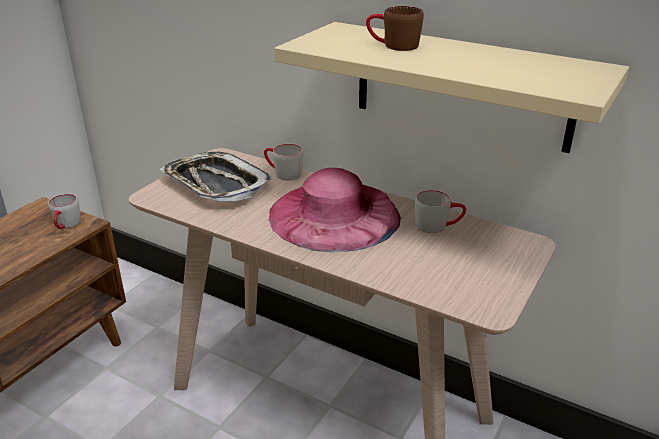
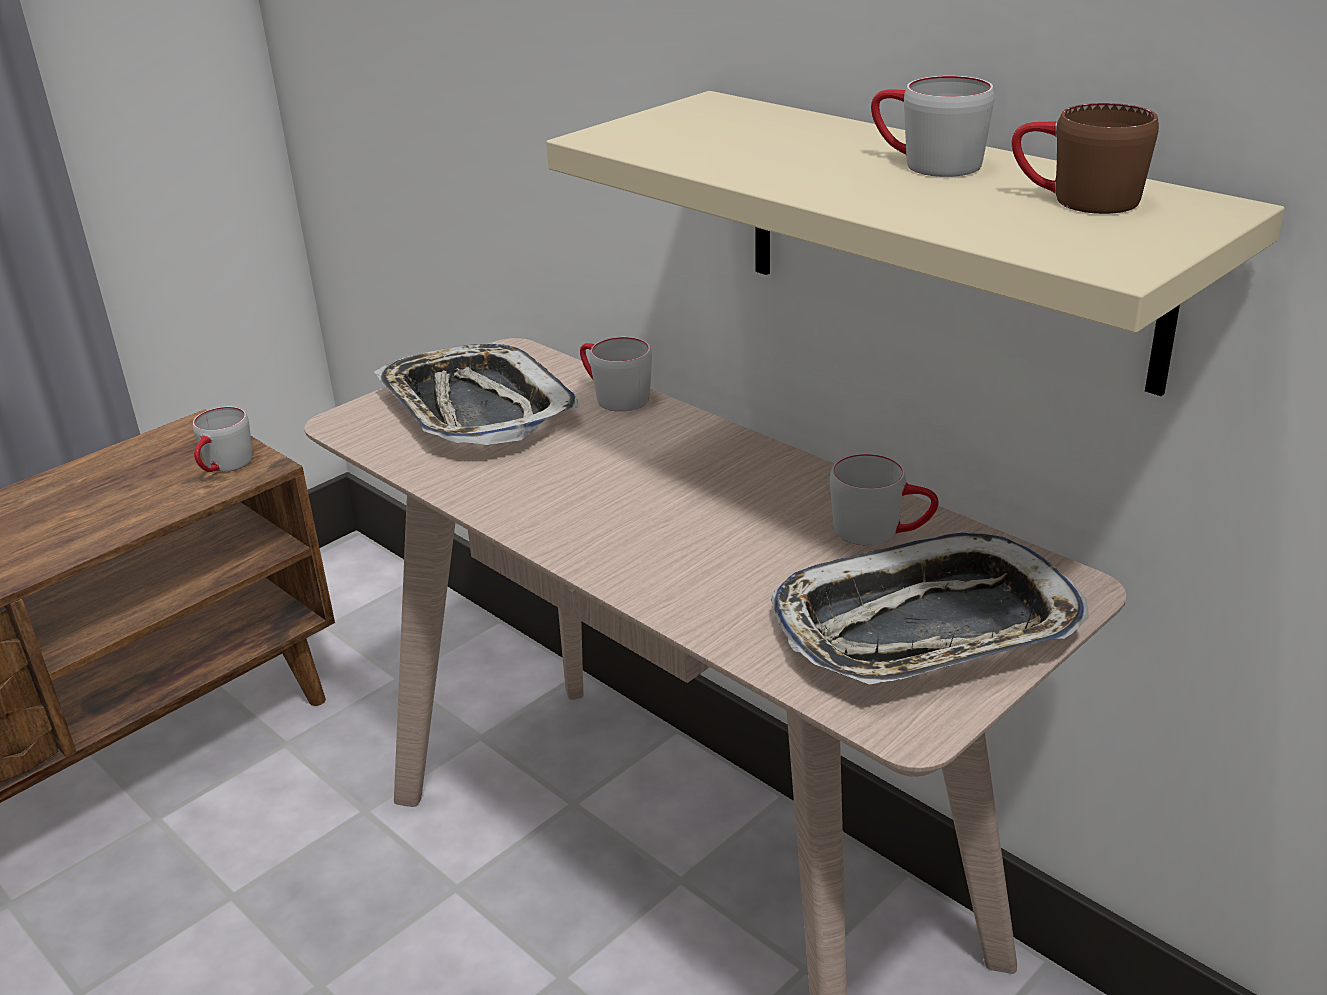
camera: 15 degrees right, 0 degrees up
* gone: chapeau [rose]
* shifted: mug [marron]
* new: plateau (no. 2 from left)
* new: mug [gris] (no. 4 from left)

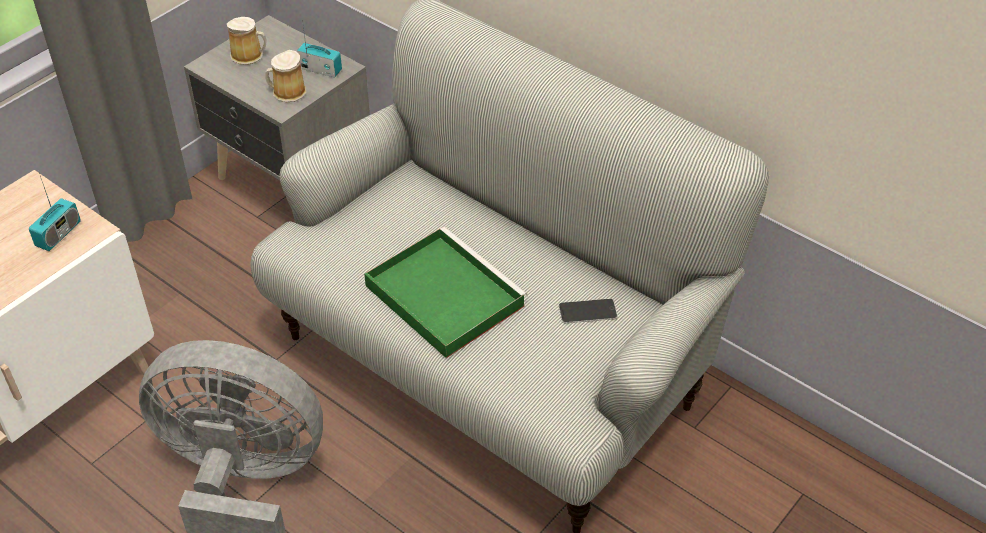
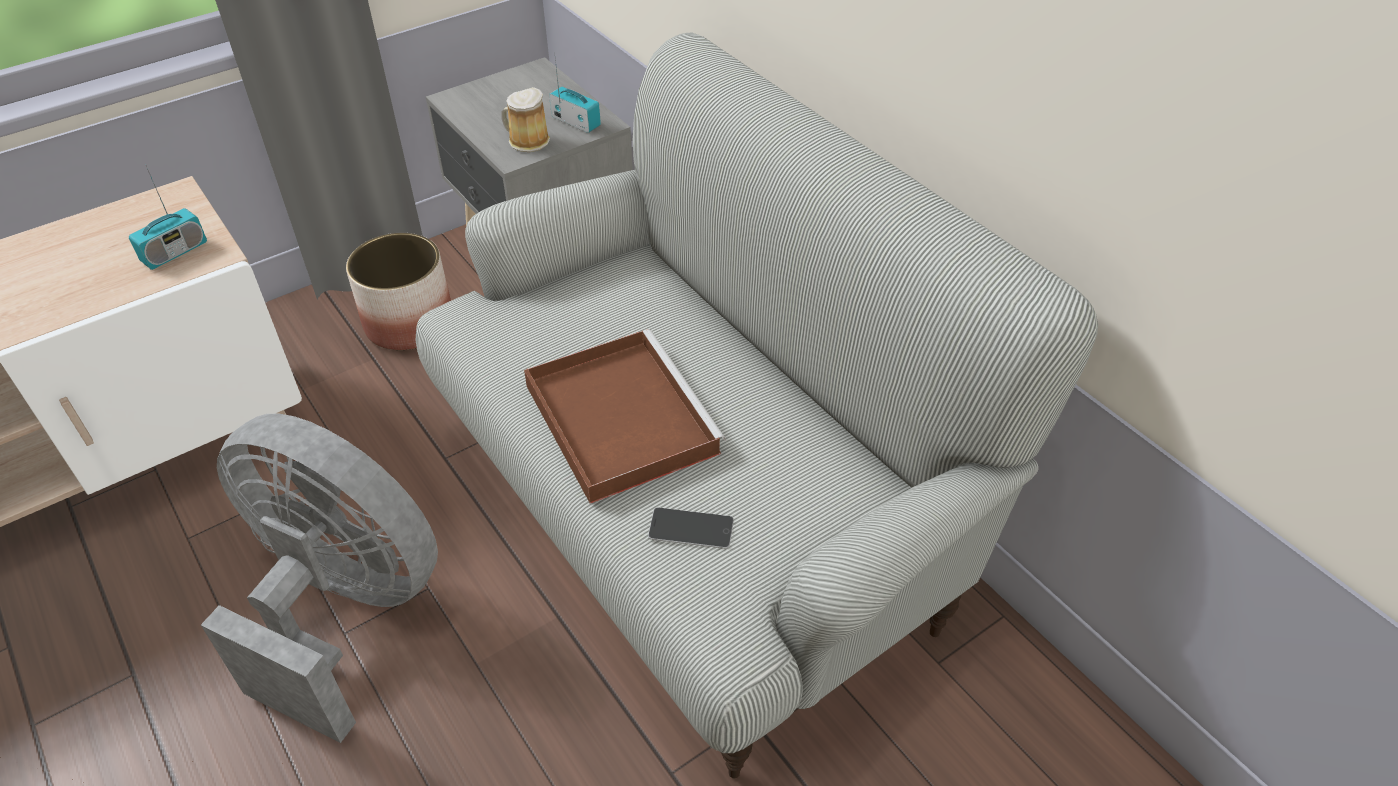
camera: 15 degrees right, 0 degrees up
* gone: mug (no. 1 from left)
* repainted: plateau [vert] to plateau [marron]
* shifted: téléphone
* new: cache-pot

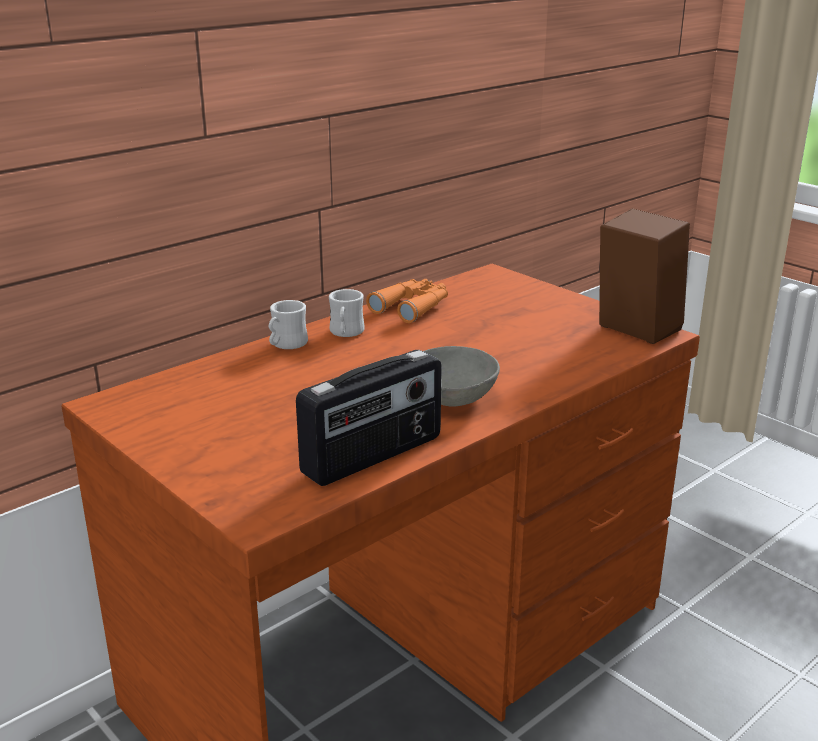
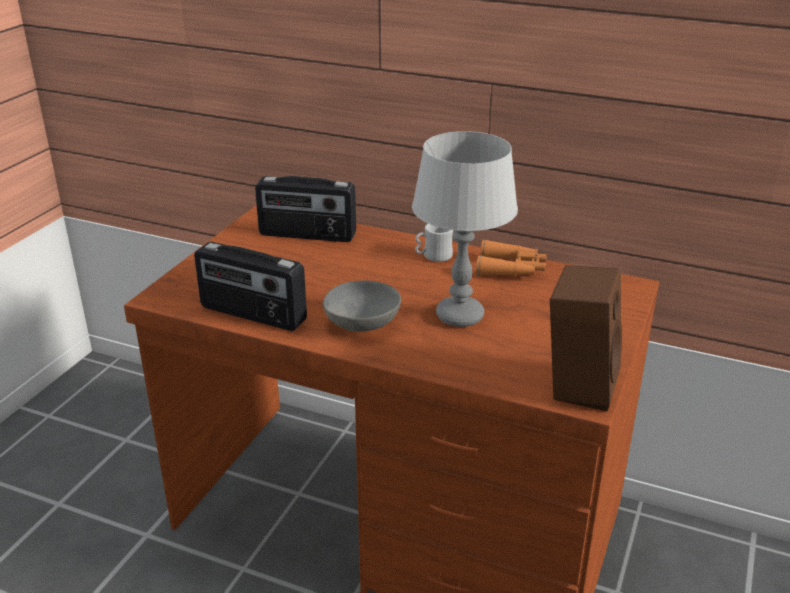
camera: 65 degrees right, 5 degrees up
* gone: mug [blanc] (no. 1 from left)
* new: radio (no. 2 from left)
* new: lampe de table [gris]

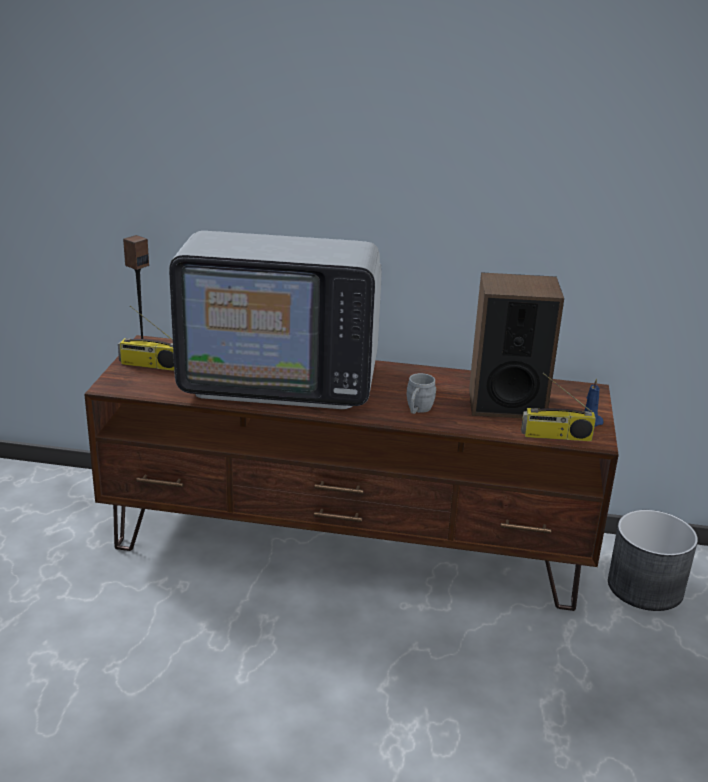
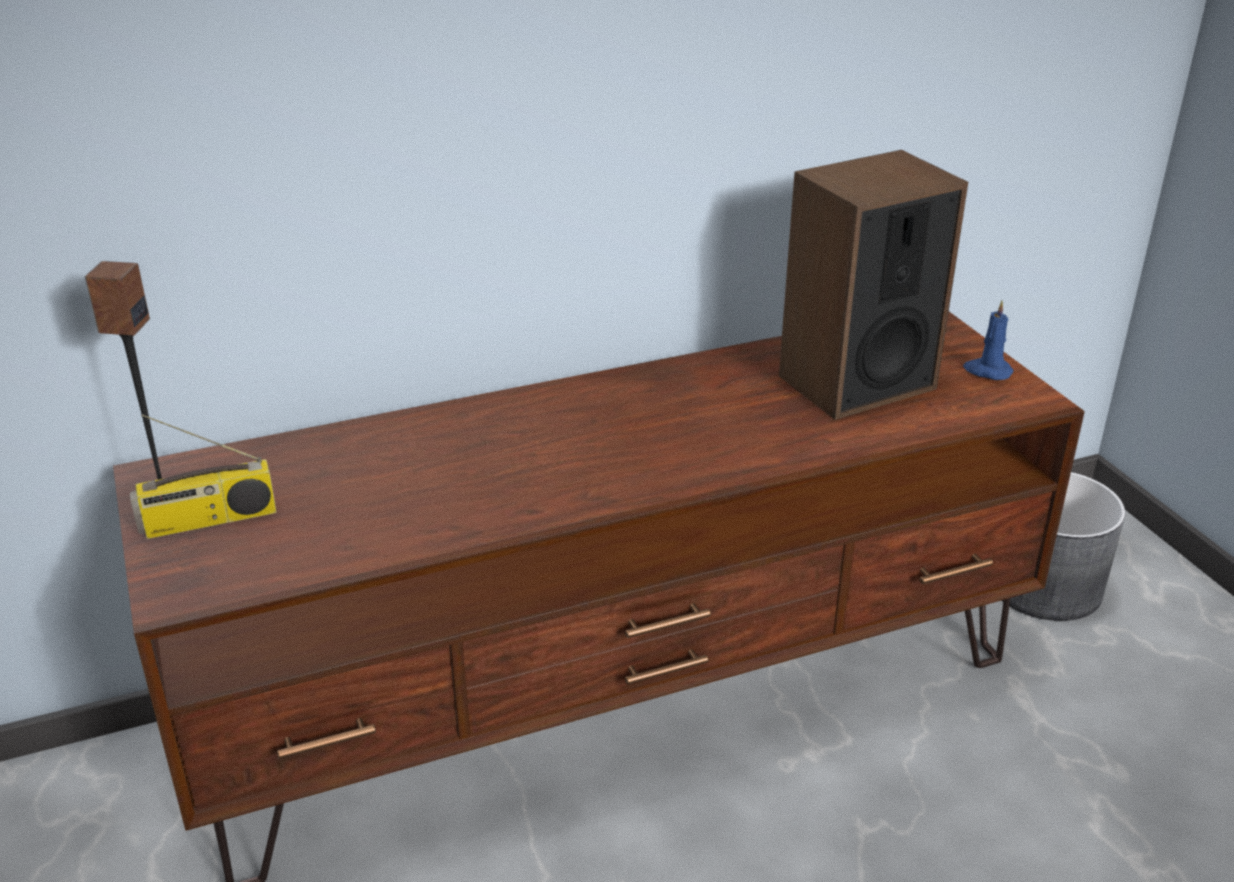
camera: 30 degrees left, 5 degrees up
* gone: téléviseur
* gone: mug [gris]
* gone: radio (no. 2 from left)

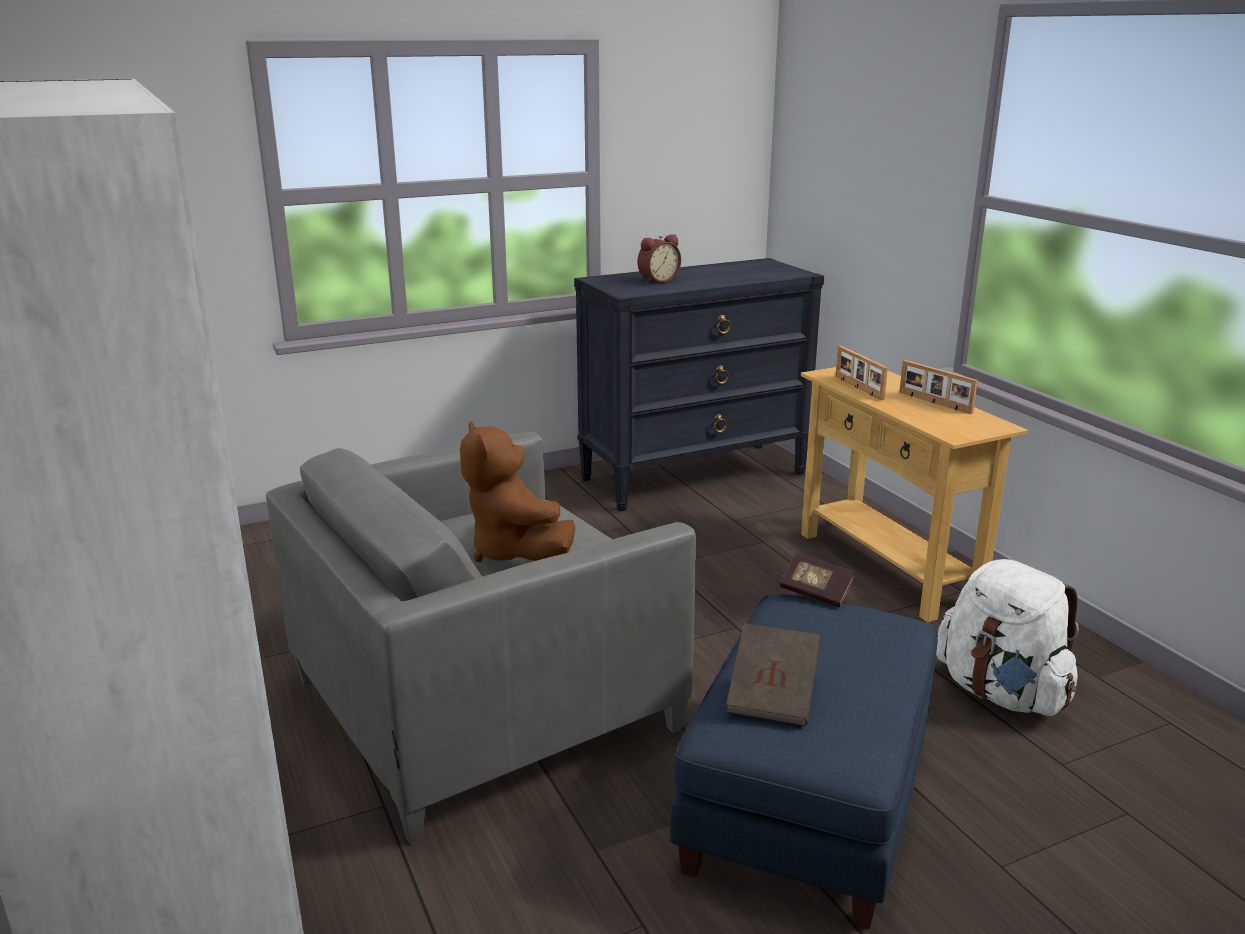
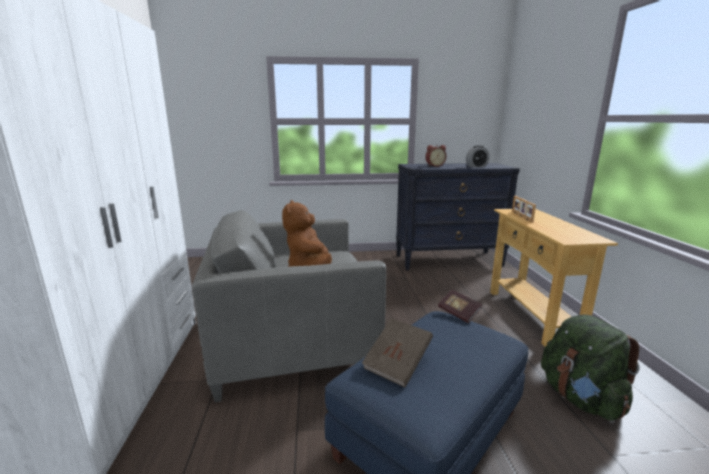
camera: 20 degrees right, 5 degrees down
* gone: cadre photo (no. 2 from left)
* repainted: sac à dos [blanc] to sac à dos [vert]
* new: réveil (no. 2 from left)

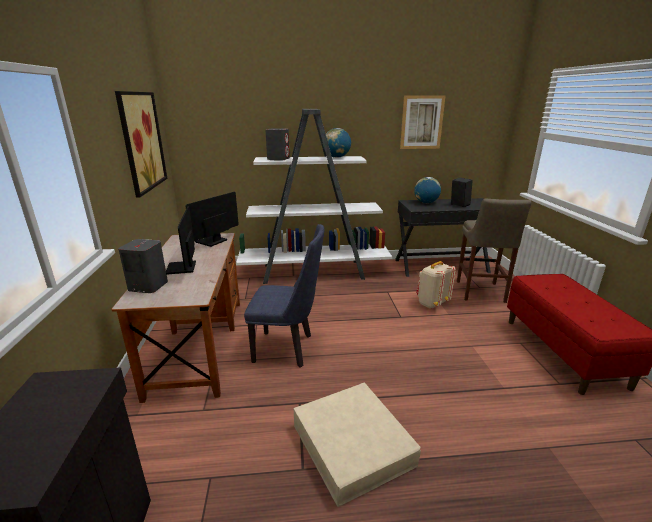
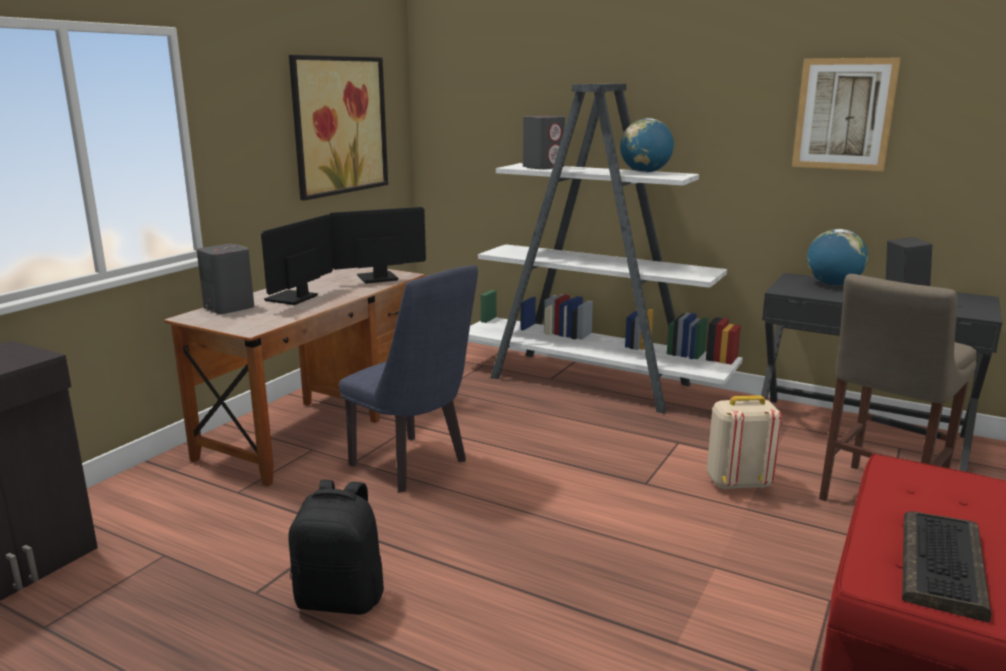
camera: 35 degrees right, 5 degrees down
* swapped: boîte de rangement [beige] to sac à dos [noir]
* new: clavier

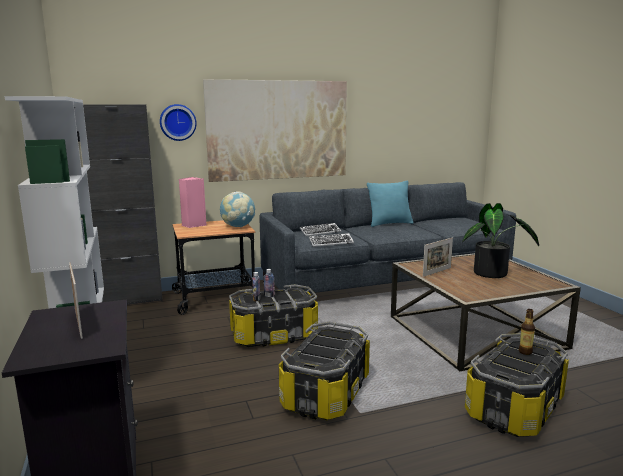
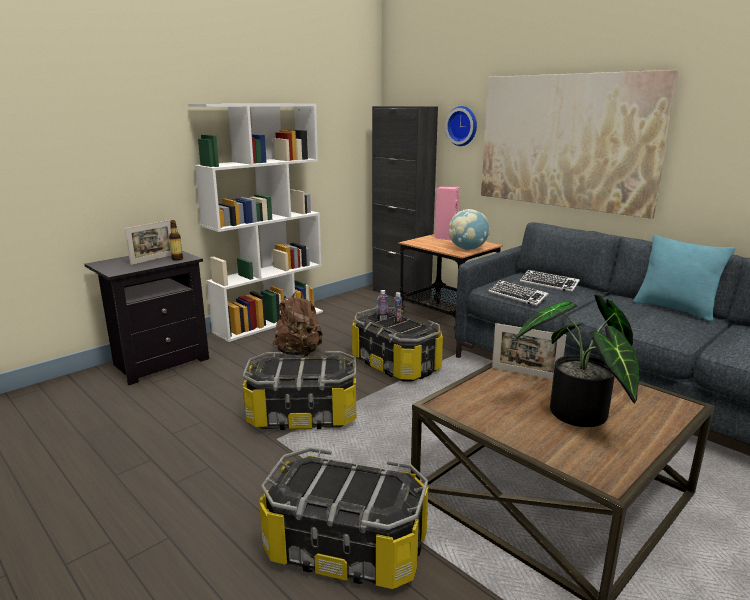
camera: 65 degrees right, 5 degrees up
* shifted: bouteille (no. 3 from left in the first image) to bouteille (no. 1 from left)
* new: sac à dos [marron]

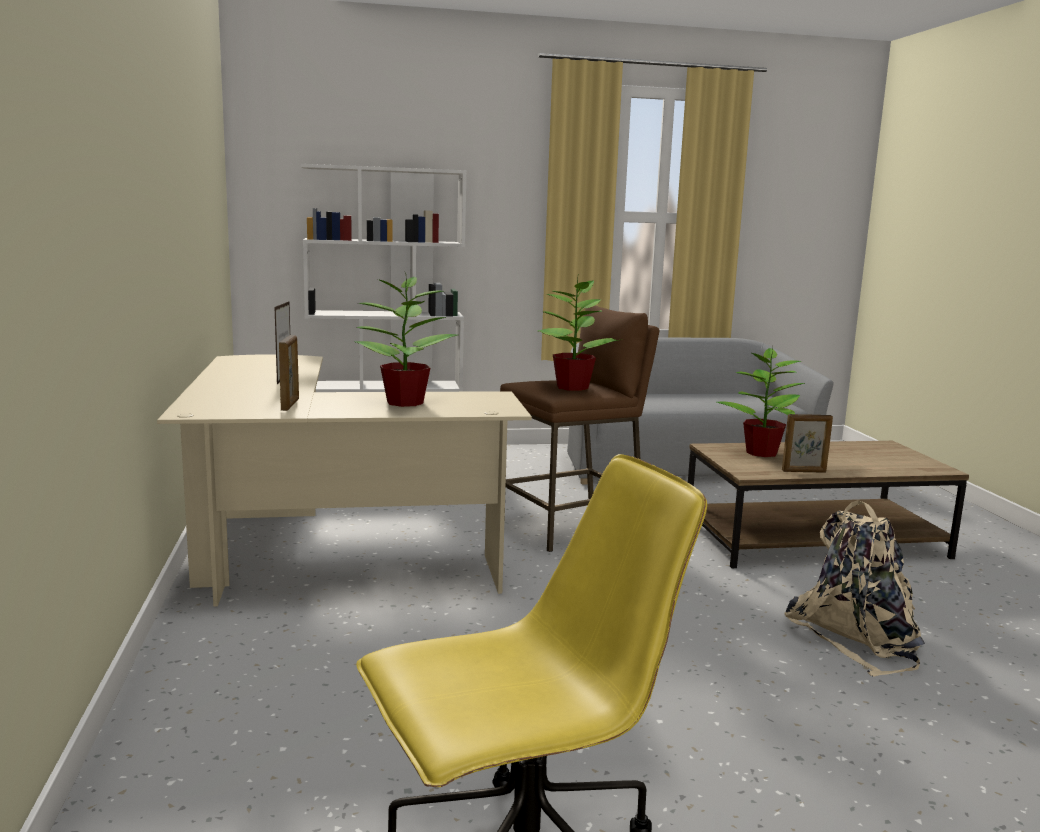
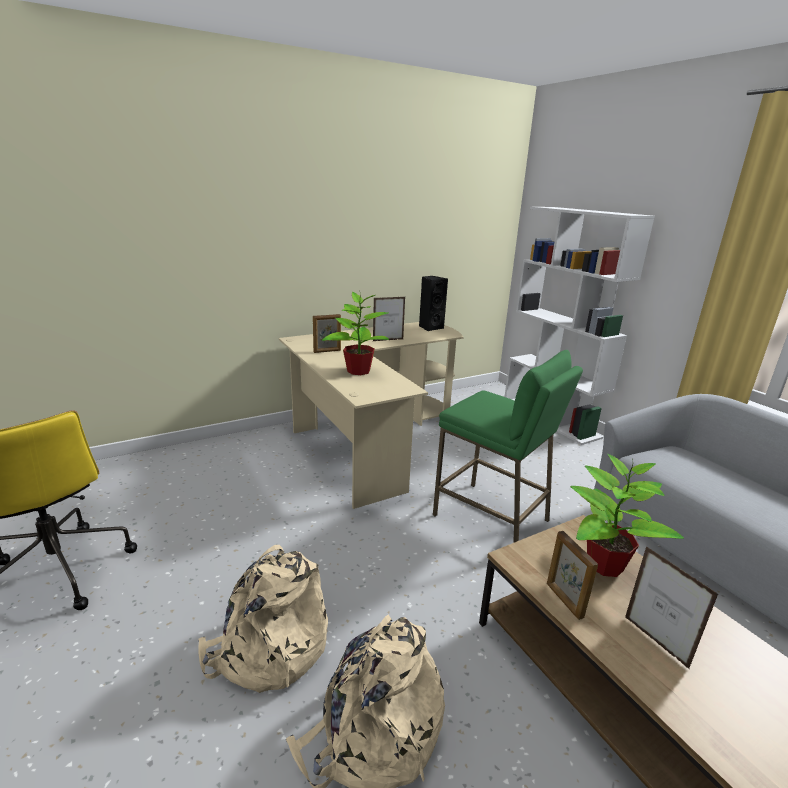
camera: 70 degrees right, 10 degrees up
* repainted: tabouret [marron] to tabouret [vert]
* gone: plante en pot (no. 2 from left)
* new: sac à dos [beige] (no. 1 from left)
* new: enceinte [noir]
* new: cadre photo (no. 4 from left)

